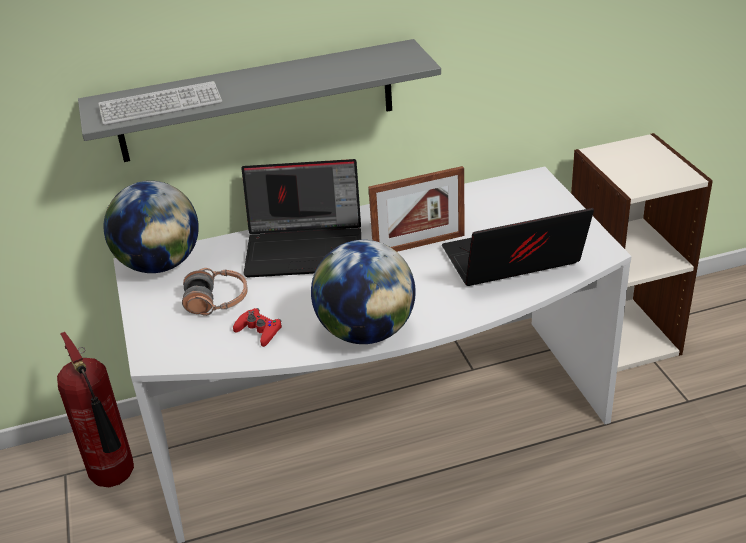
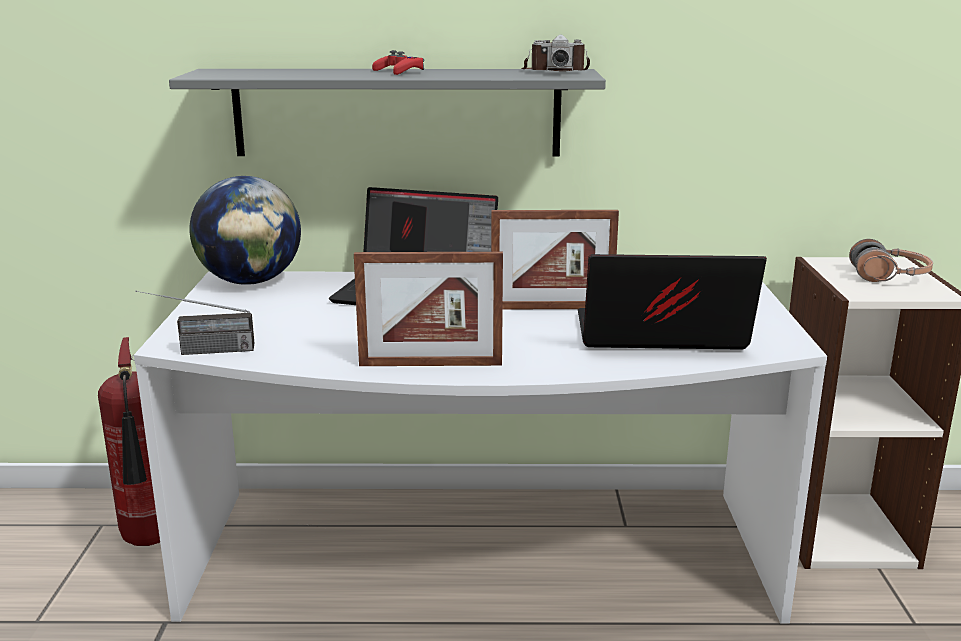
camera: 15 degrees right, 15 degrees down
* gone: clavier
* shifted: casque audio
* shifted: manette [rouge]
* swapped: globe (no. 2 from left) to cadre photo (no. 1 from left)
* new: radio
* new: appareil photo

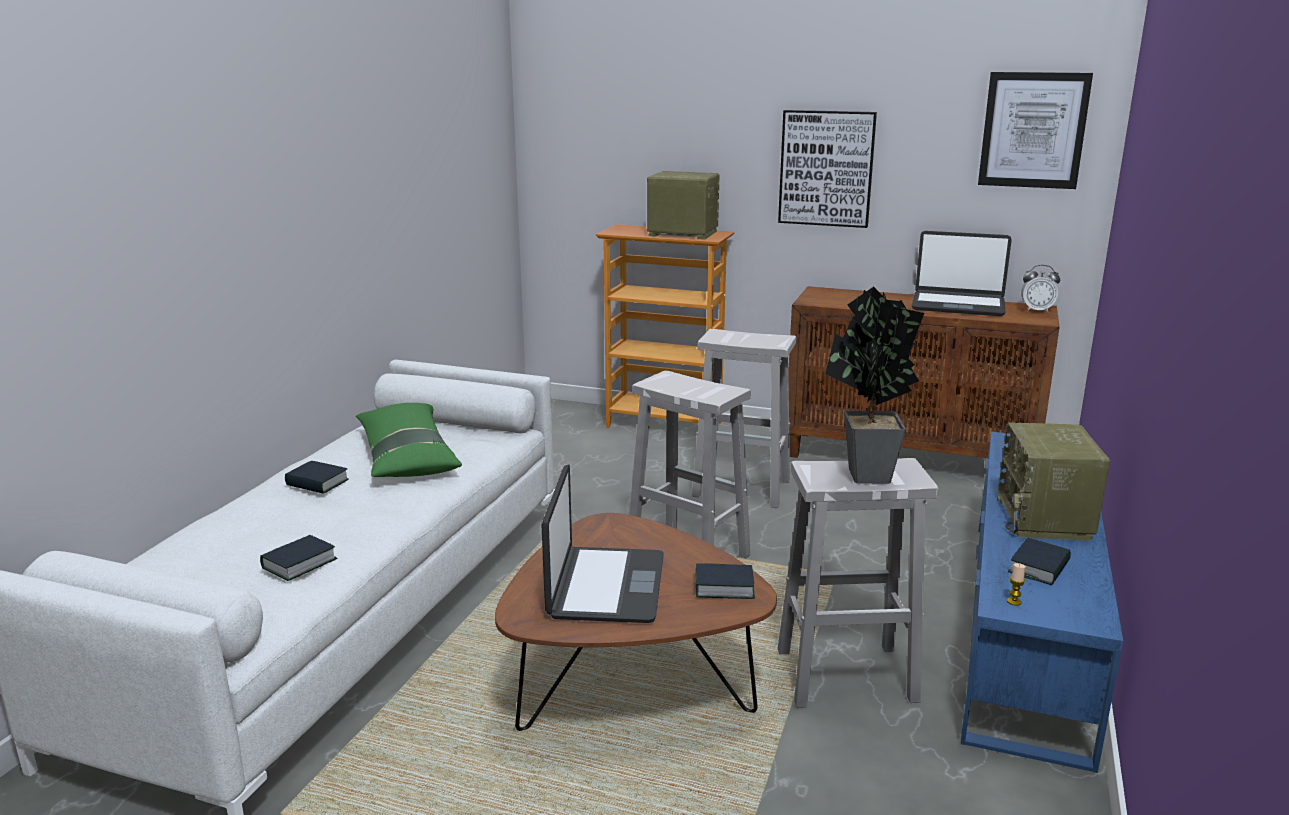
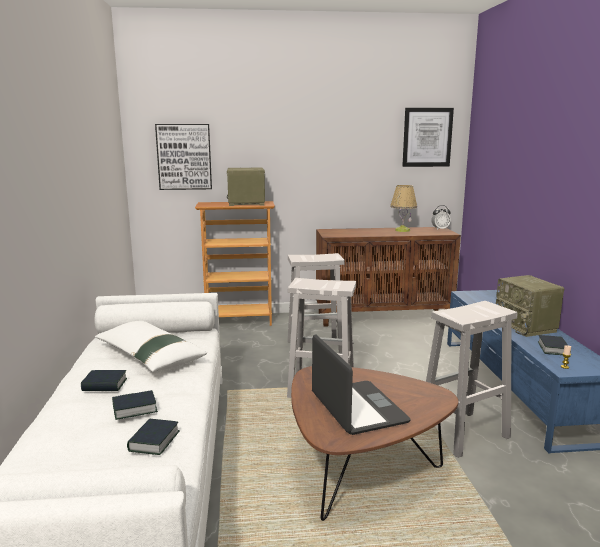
camera: 25 degrees left, 5 degrees down
* repainted: coussin [vert] to coussin [blanc]
* shifted: livre (no. 3 from left in the first image) to livre (no. 2 from left)
* shifted: tableau (no. 1 from left)
* gone: plante en pot
* swapped: ordinateur portable (no. 2 from left) to lampe de table

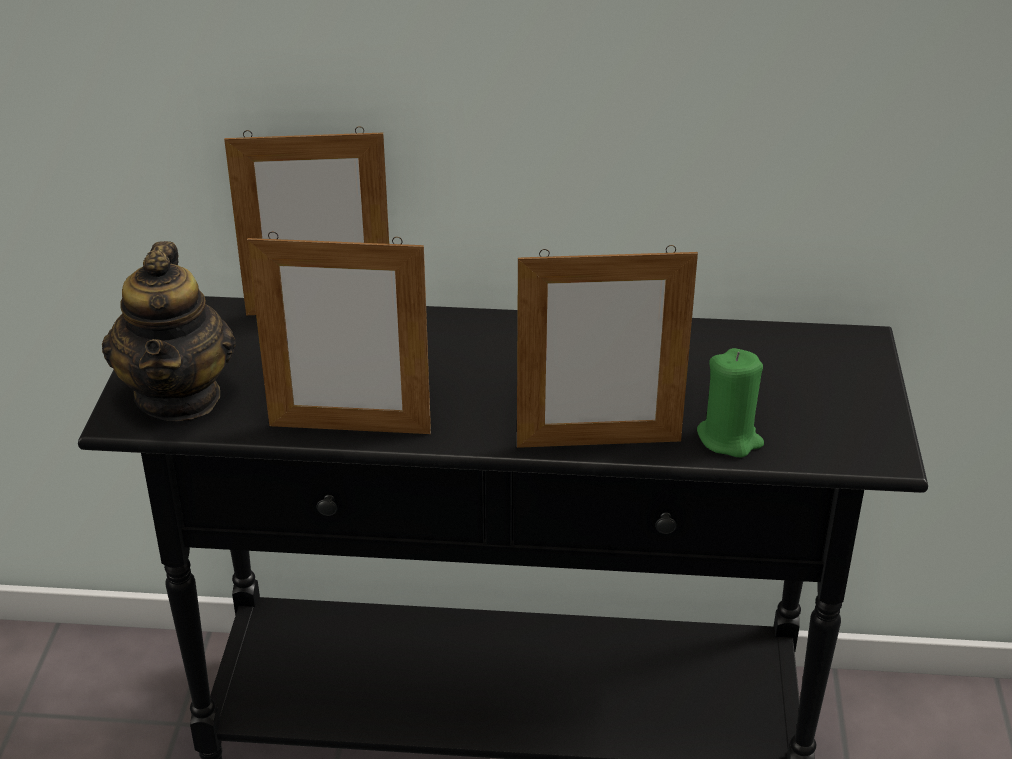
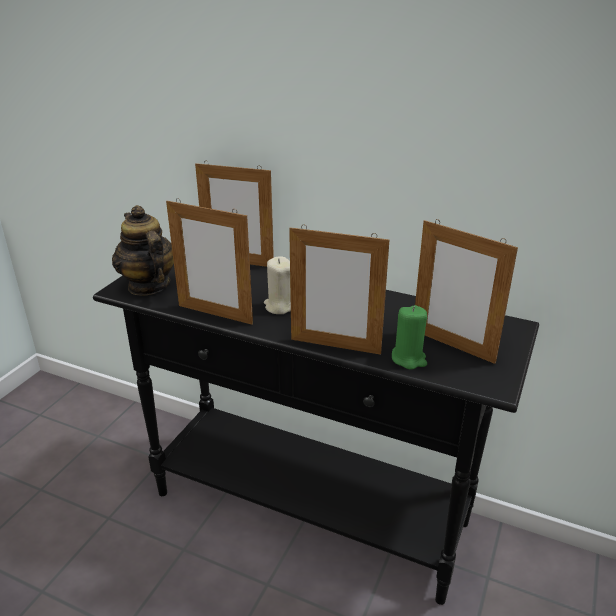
camera: 20 degrees right, 5 degrees down
* rotated: théière 135 degrees clockwise
* new: bougie [beige]
* new: cadre photo (no. 4 from left)

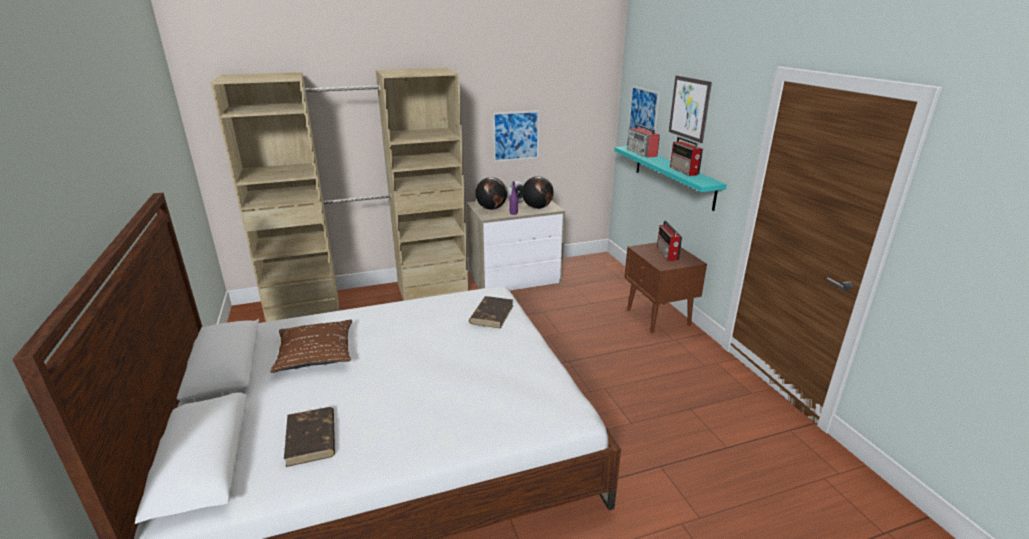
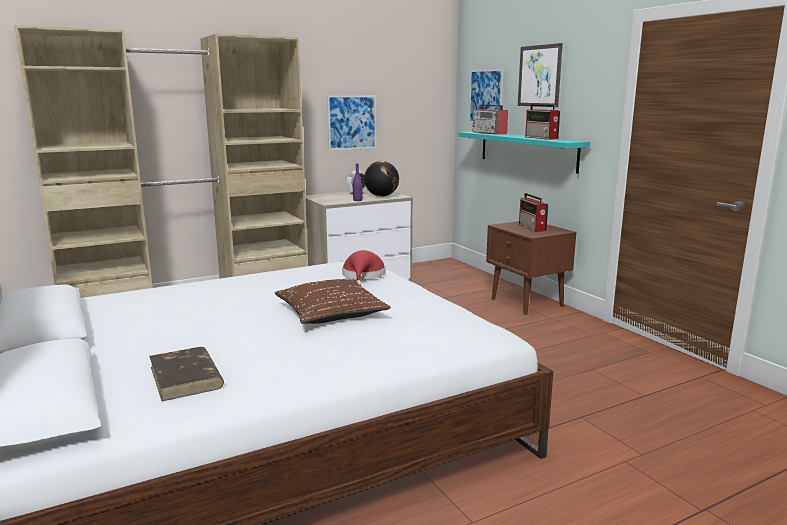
camera: 10 degrees left, 10 degrees down
* shifted: coussin [marron]
* swapped: livre [marron] (no. 2 from left) to chapeau [rouge]
* gone: globe (no. 1 from left)

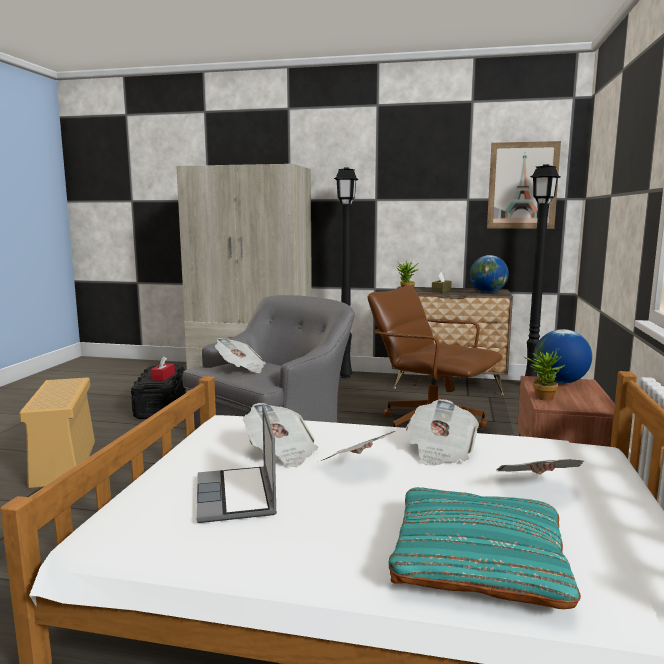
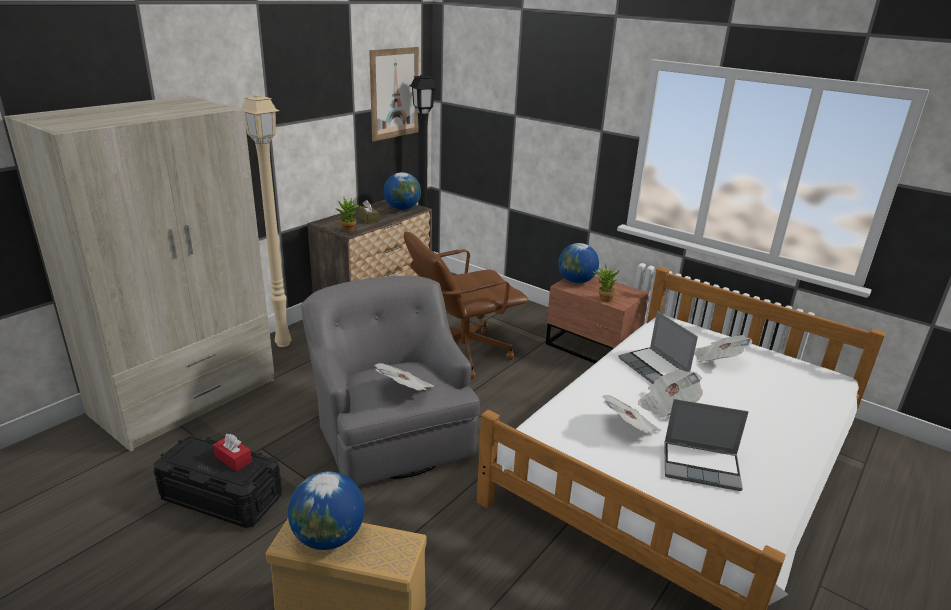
camera: 65 degrees left, 15 degrees up
* repainted: lampadaire [noir] (no. 1 from left) to lampadaire [beige]
* gone: coussin [turquoise]
* swapped: journal (no. 4 from left) to ordinateur portable (no. 1 from left)
* new: globe (no. 1 from left)

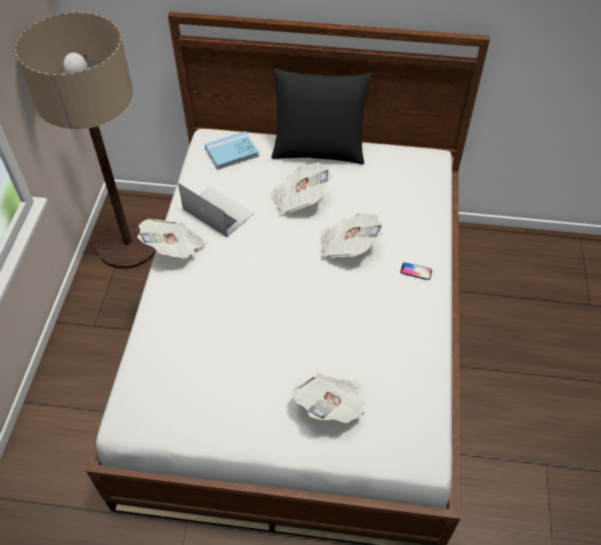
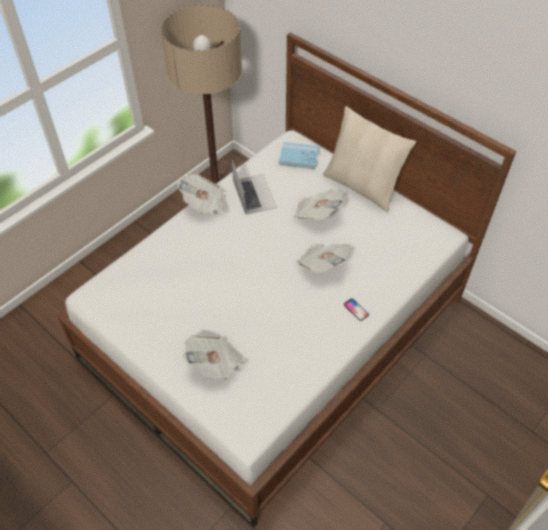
camera: 35 degrees right, 0 degrees up
* repainted: coussin [noir] to coussin [beige]

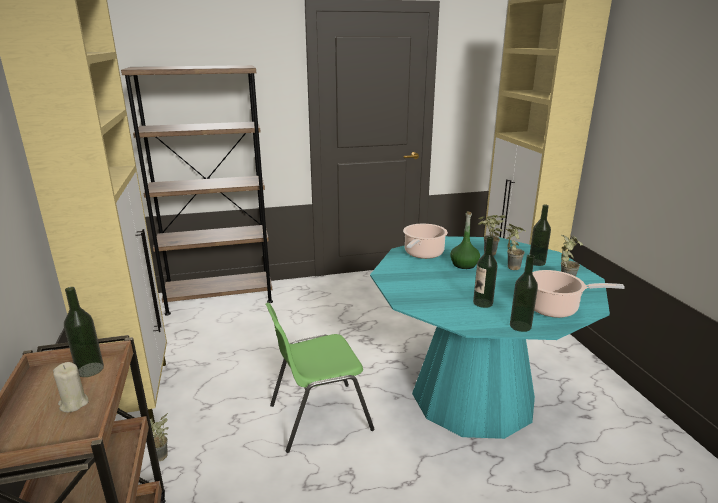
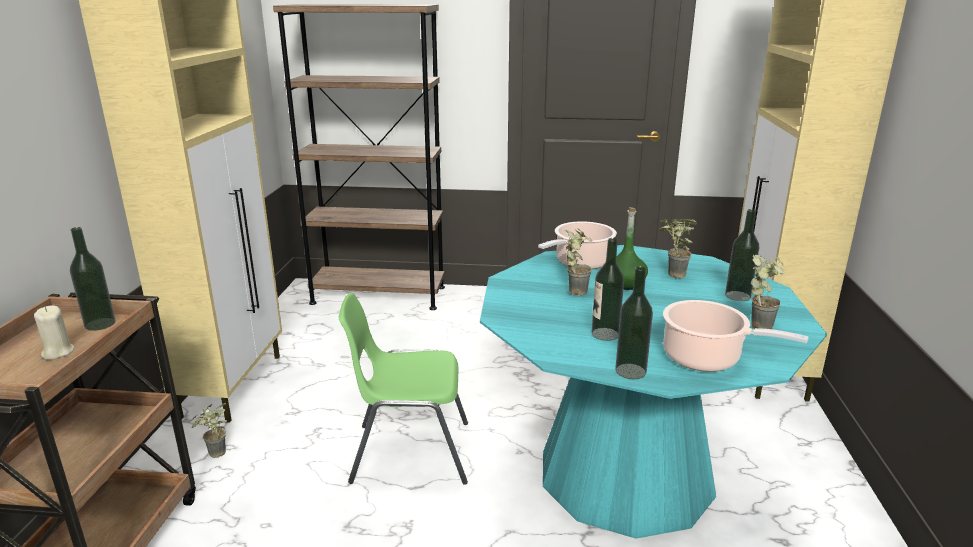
camera: 20 degrees right, 0 degrees up
* shifted: plante en pot (no. 3 from left in the first image) to plante en pot (no. 2 from left)

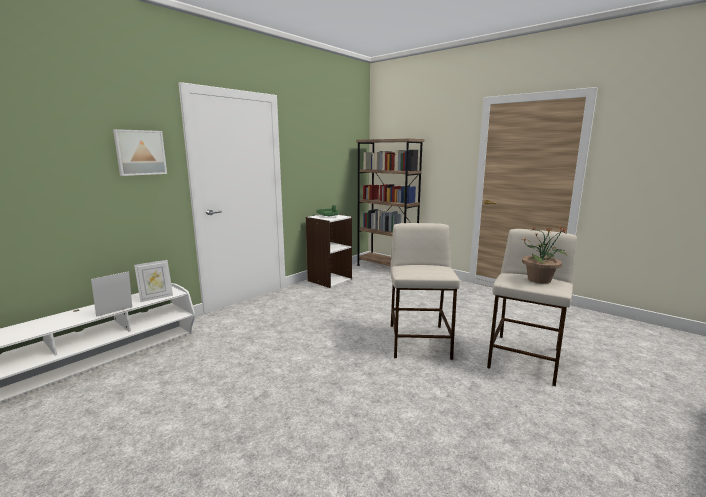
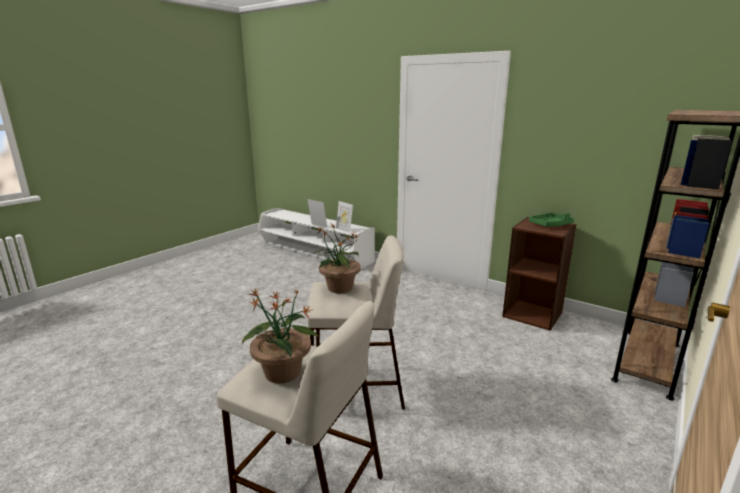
camera: 85 degrees right, 5 degrees up
* gone: tableau
* repainted: bibliothèque [blanc] to bibliothèque [marron] (no. 1 from left)
* new: plante en pot (no. 2 from left)

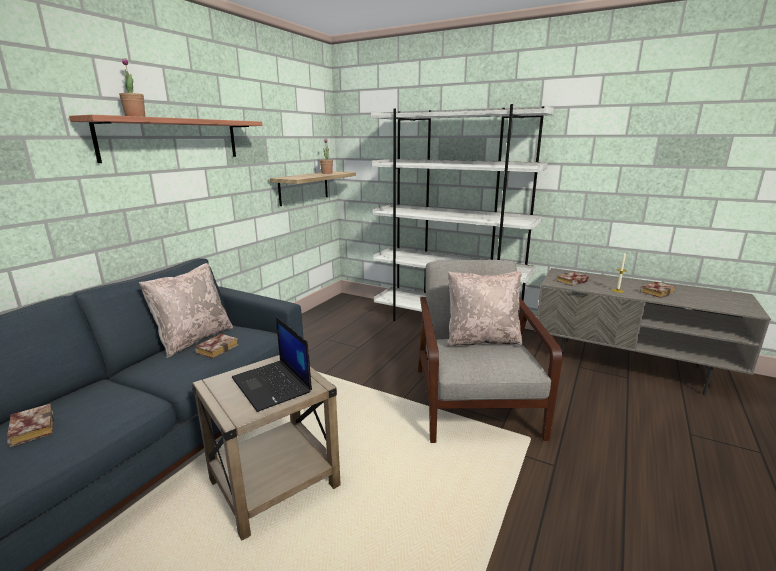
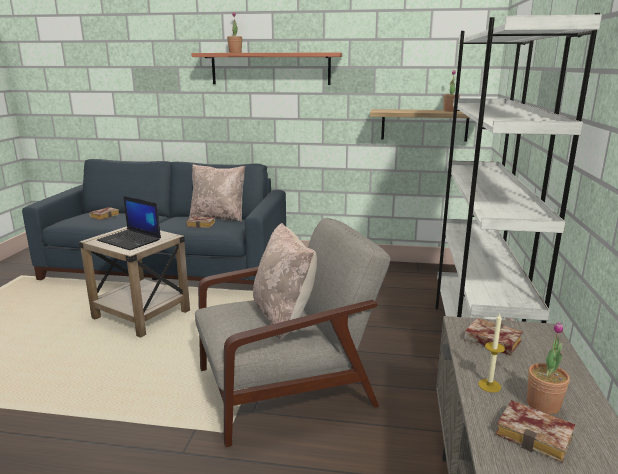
camera: 70 degrees right, 0 degrees up
* rotated: ordinateur portable 90 degrees counterclockwise
* new: plante en pot (no. 3 from left)

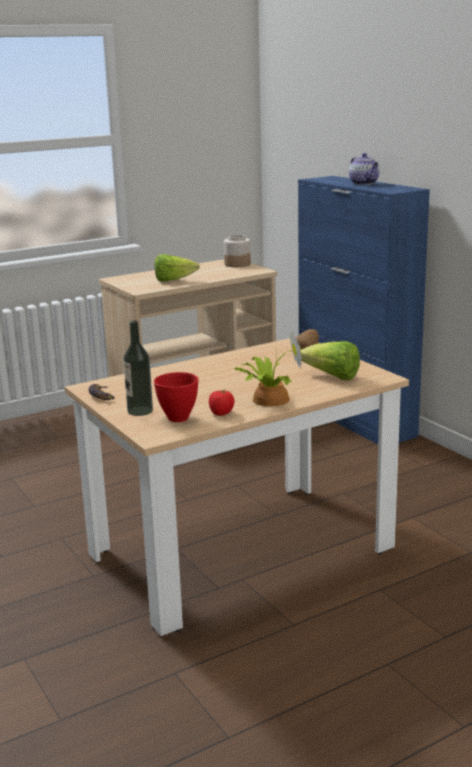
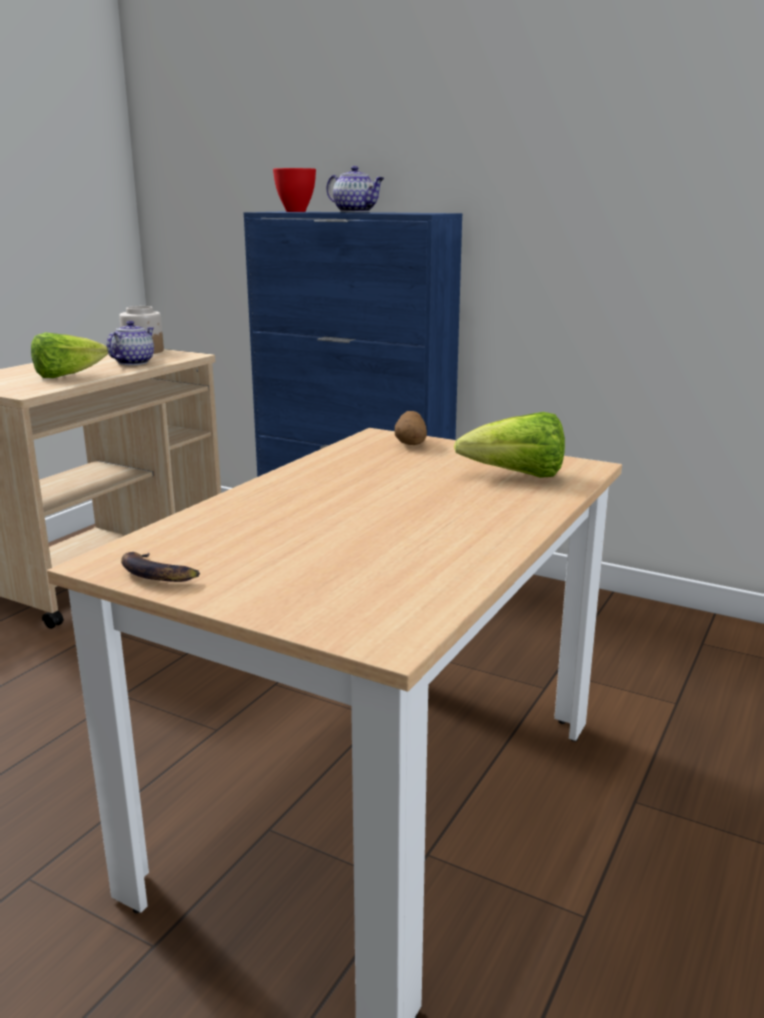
camera: 30 degrees left, 0 degrees up
* gone: bouteille
* shifted: bol [rouge]
* gone: tomate
* gone: plante en pot
* new: théière (no. 1 from left)

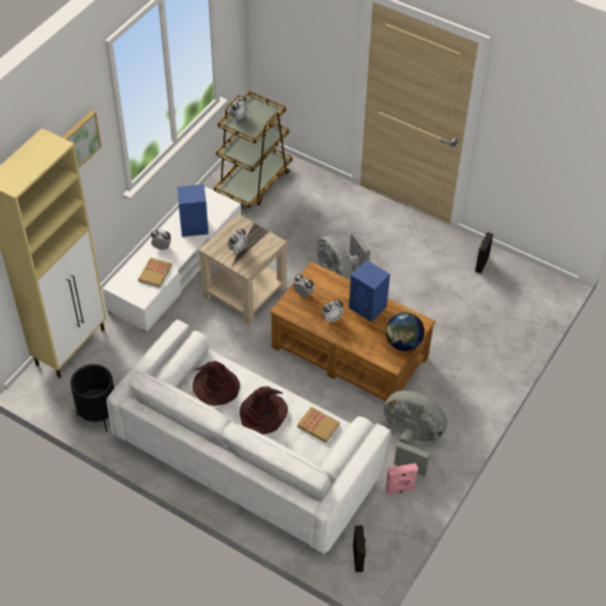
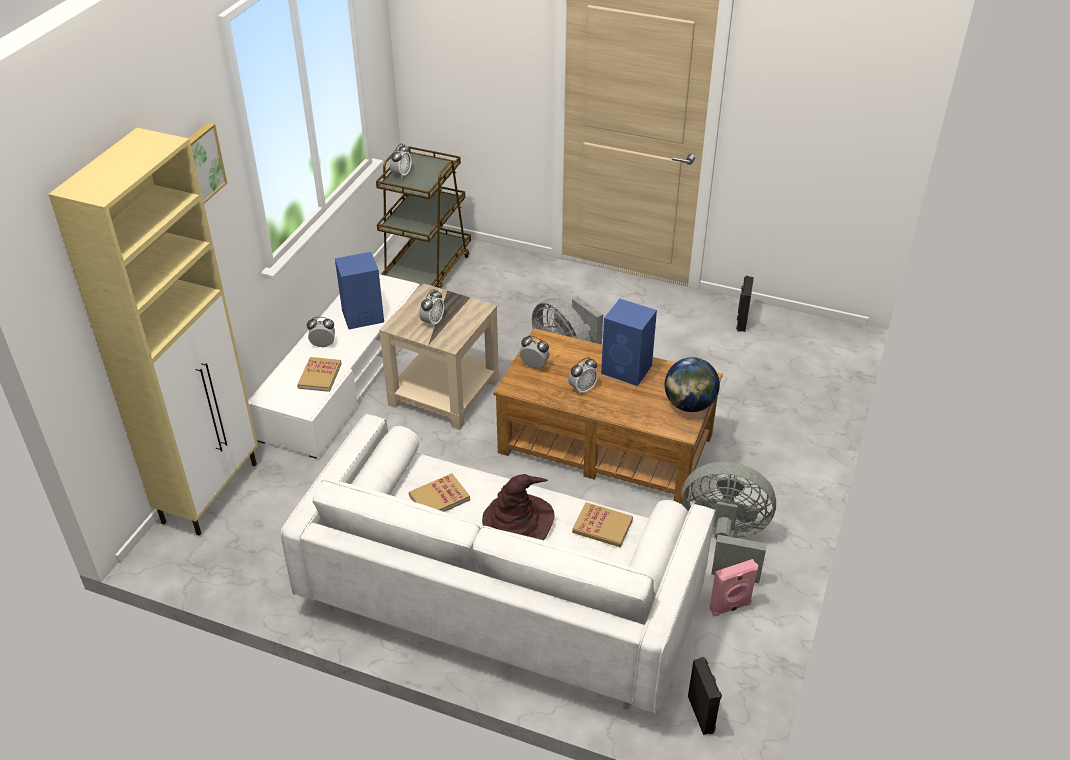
camera: 10 degrees left, 10 degrees down
* gone: cache-pot [noir]
* swapped: chapeau [marron] (no. 1 from left) to livre (no. 2 from left)

